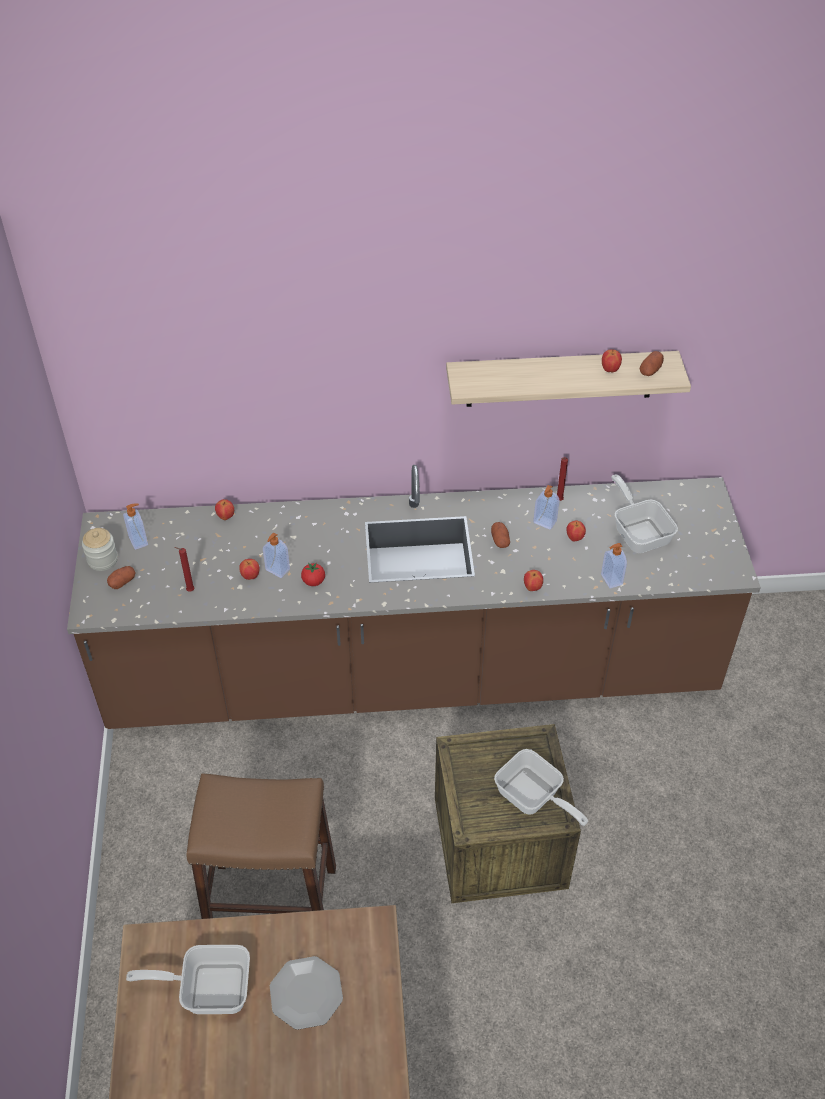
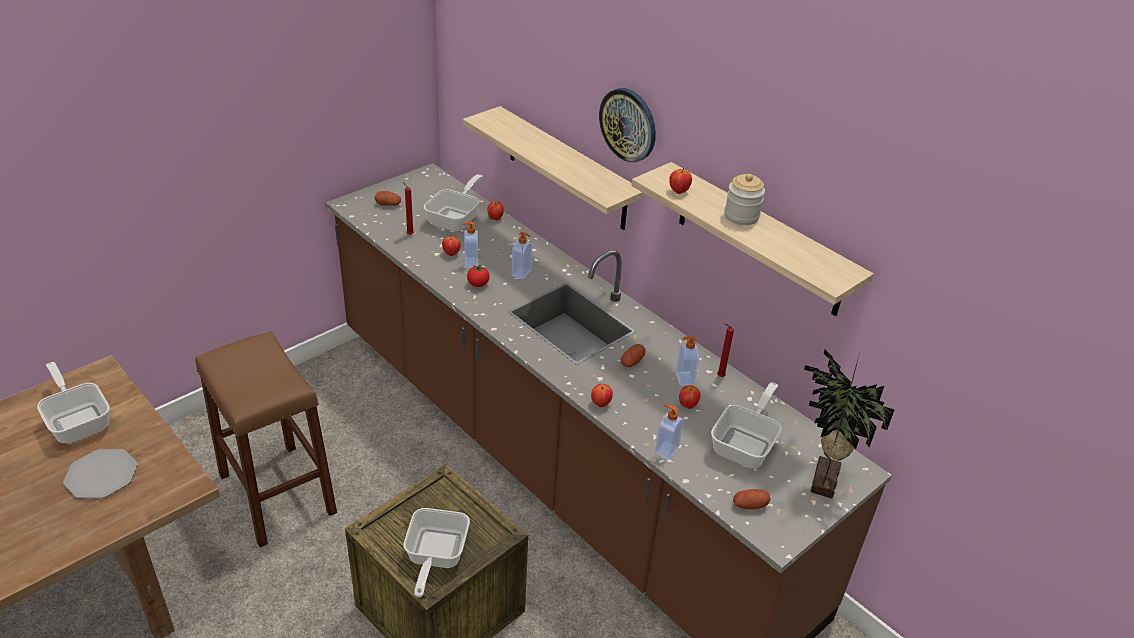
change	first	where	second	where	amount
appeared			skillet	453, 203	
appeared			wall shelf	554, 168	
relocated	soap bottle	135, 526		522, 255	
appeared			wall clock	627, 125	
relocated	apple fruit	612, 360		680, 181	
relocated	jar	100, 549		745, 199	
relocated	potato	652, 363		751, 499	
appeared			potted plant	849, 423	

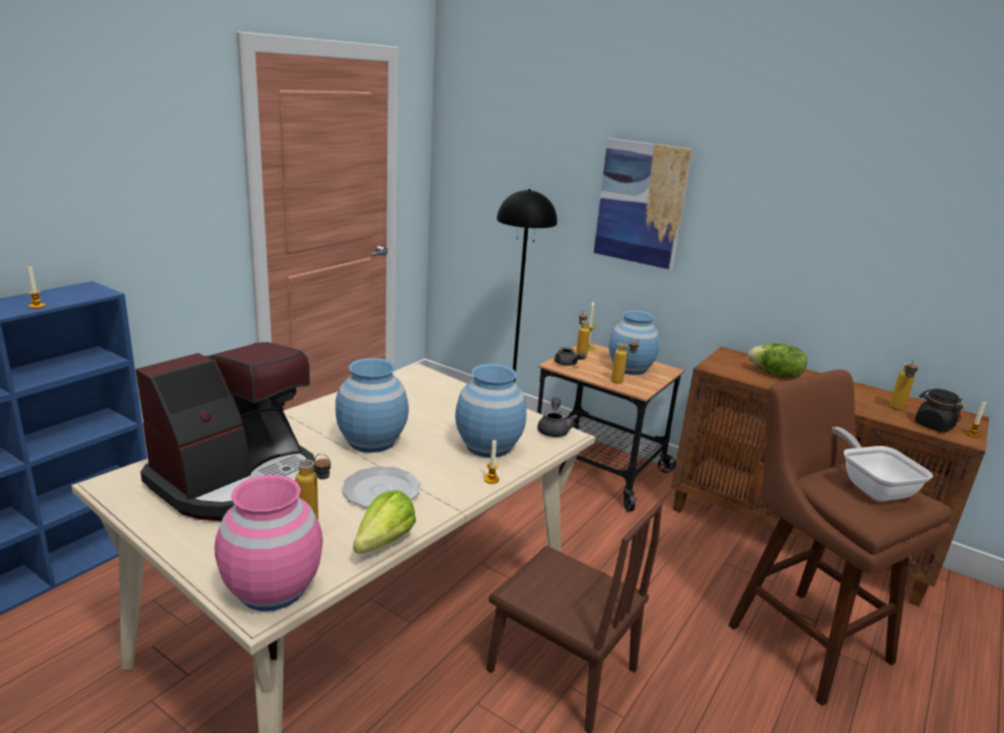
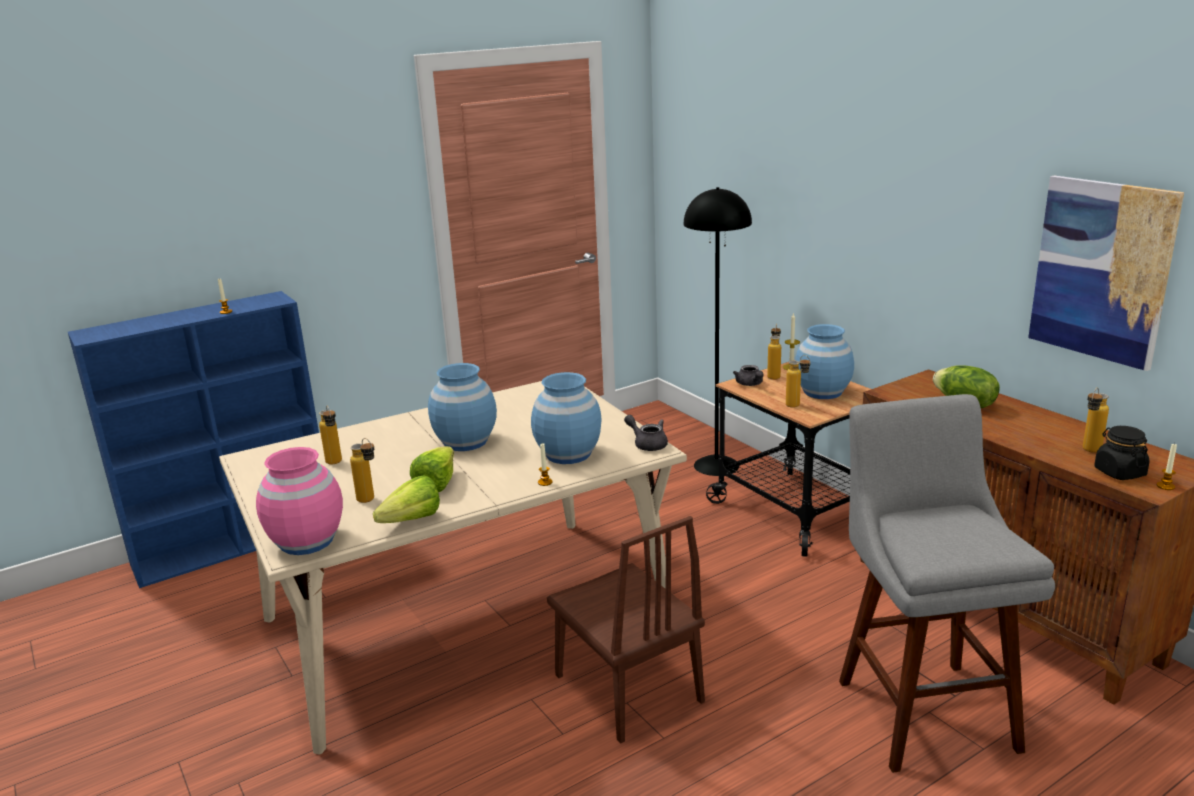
change	first	where	second	where	amount
exchanged	coffee maker	226, 431	drink bottle	330, 435	
exchanged	plate	381, 487	lettuce	432, 469	
spun	grey teapot	558, 417		646, 433	75 degrees counterclockwise
colour	brown-coloured stool seat	840, 537	grey stool seat	947, 583	
relocated	picture	643, 204		1106, 273	
missing	skillet	882, 464			

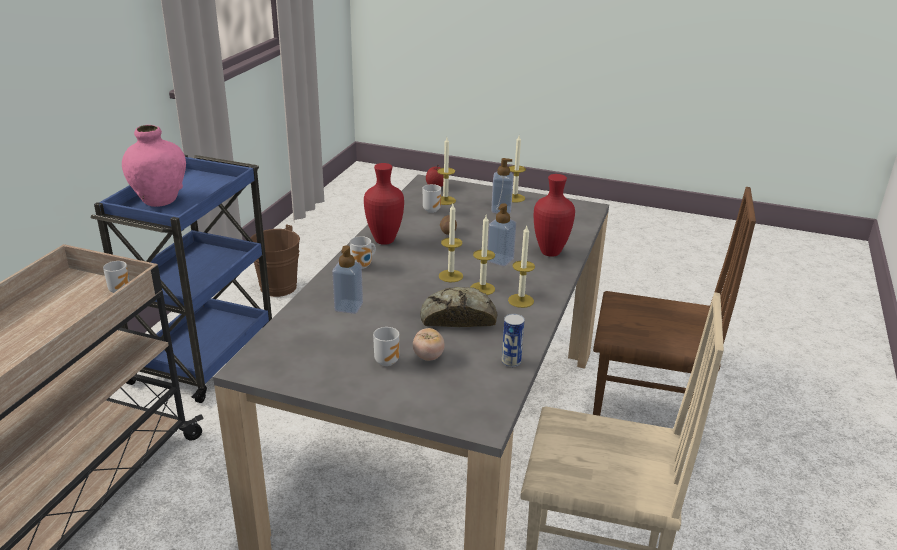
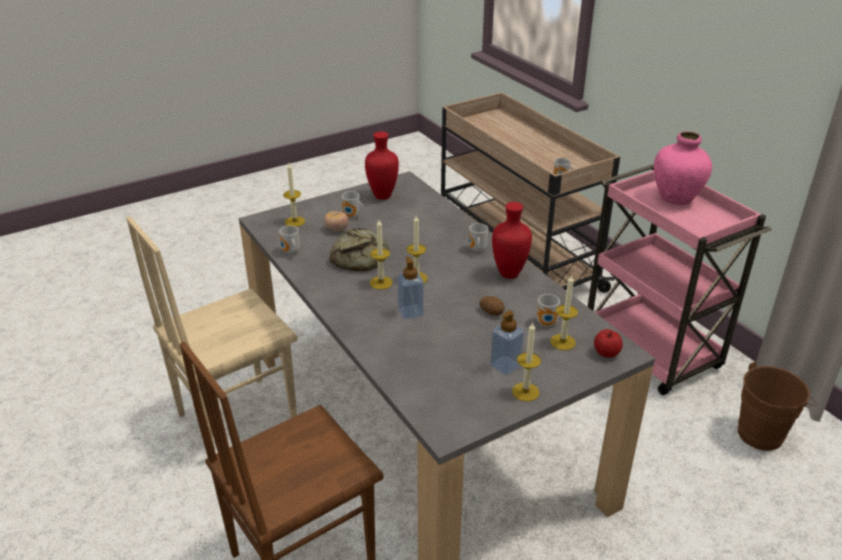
change	first	where	second	where	amount
exchanged	sealed can	513, 340	coffee mug	289, 240	
relocated	wax light	521, 267		294, 195	
relocated	reddish vase	554, 215		382, 166	
colour	blue-coloured trolley	181, 279	pinkish trolley	680, 279	
missing	soap bottle	347, 279			

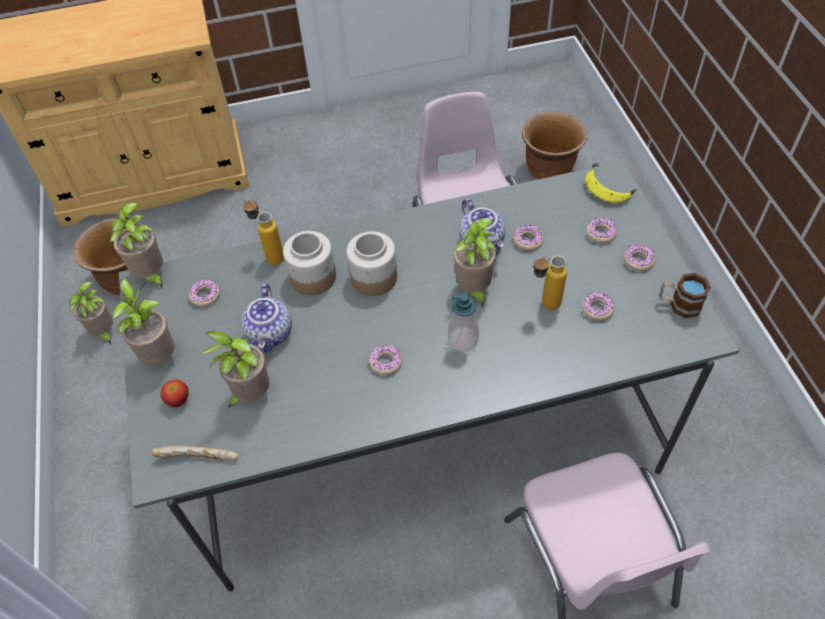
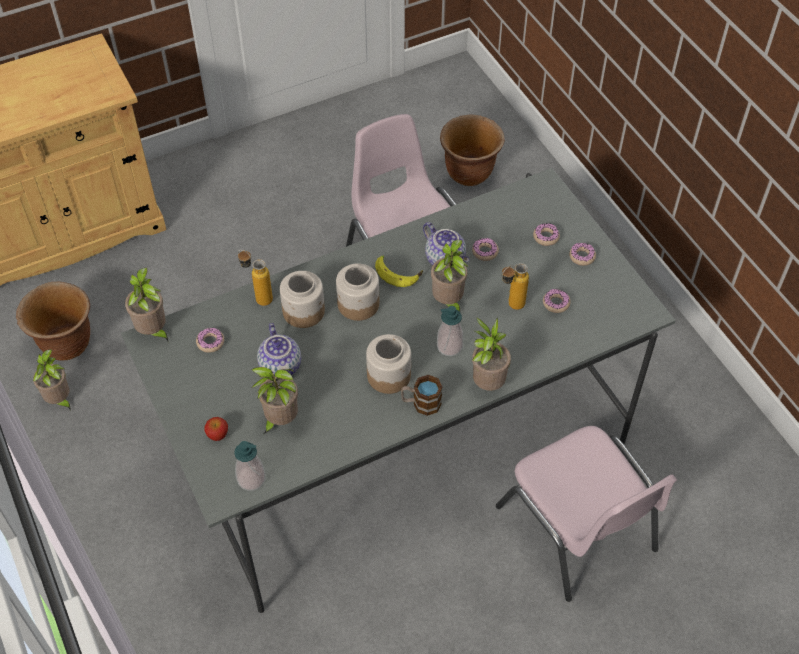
change	first	where	second	where	amount
exchanged	baked bread	195, 453	soap bottle	249, 466	
exchanged	ring doughnut	385, 360	jar	388, 364	
relocated	whole banana	610, 186		399, 271	
relocated	coffee mug	685, 295		421, 395	
relocated	potted plant	143, 321		491, 354	

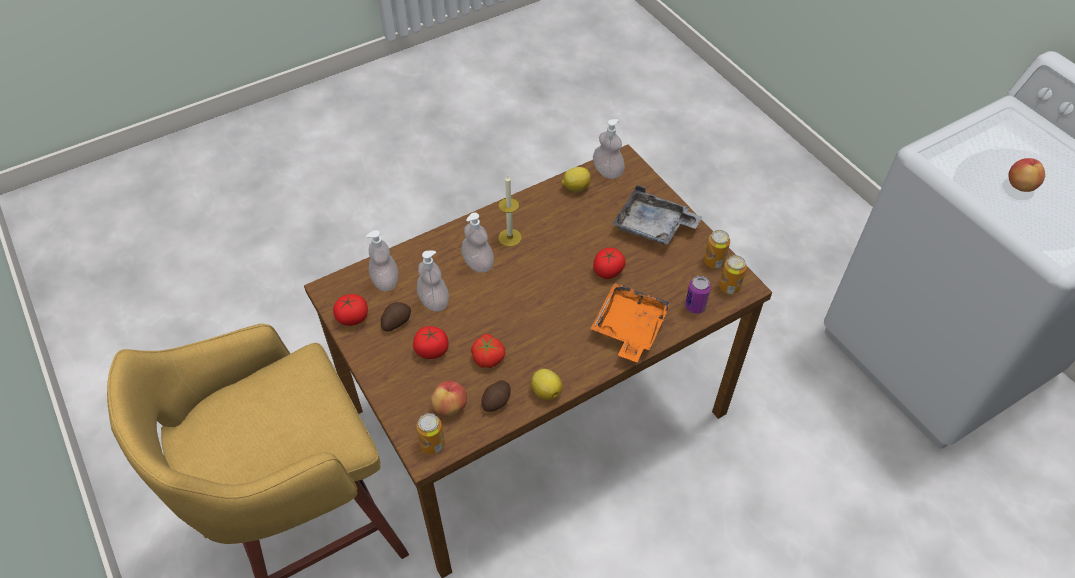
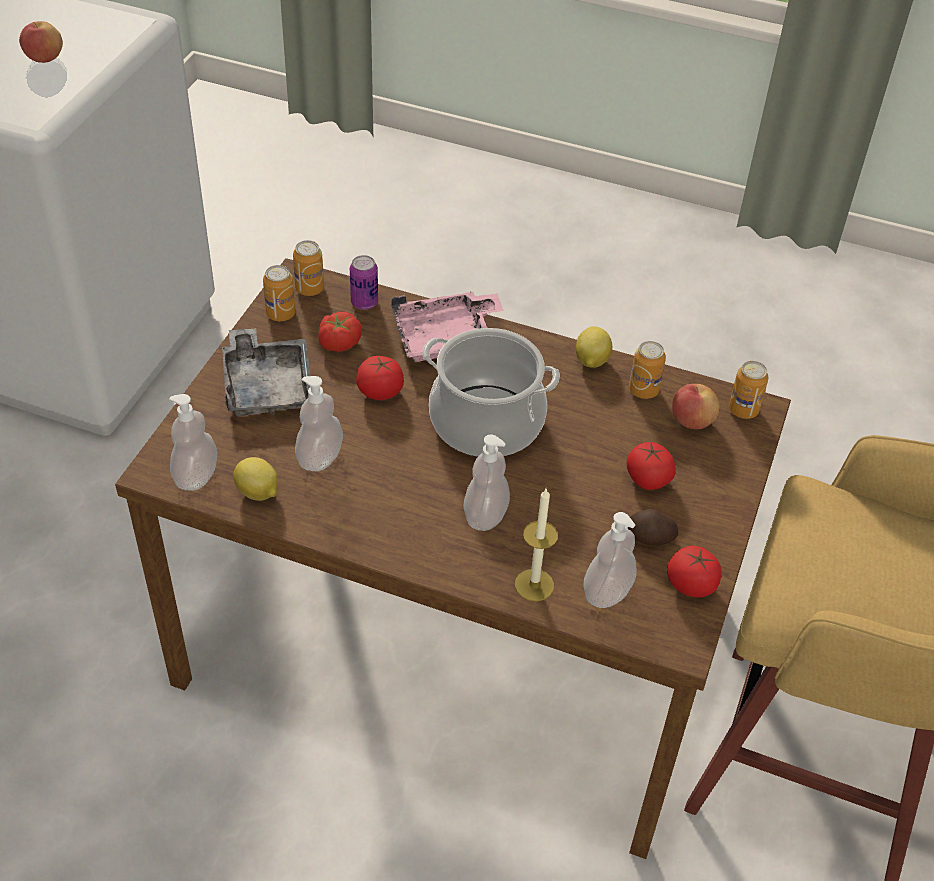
change	first	where	second	where	amount
relocated	soap bottle	433, 281		319, 423	
relocated	fresh tomato	488, 351		340, 332	
colour	orange-coloured serving tray	631, 322	pinkish serving tray	447, 327	
appeared			cooking pot	491, 392	
relocated	wax light	510, 211		536, 545	
exchanged	potato	496, 396	sealed can	647, 370	

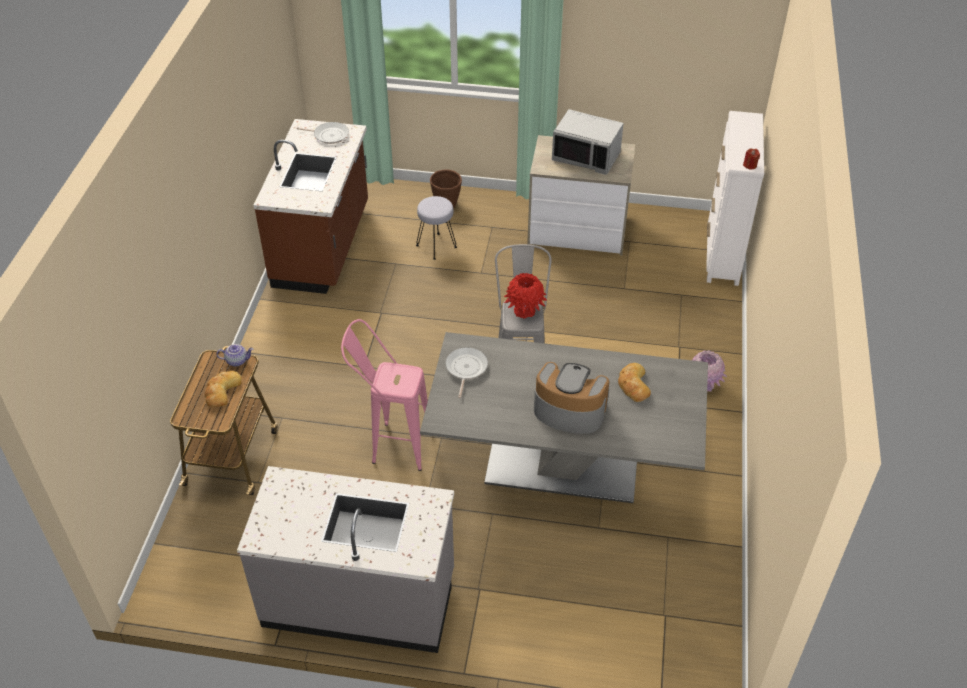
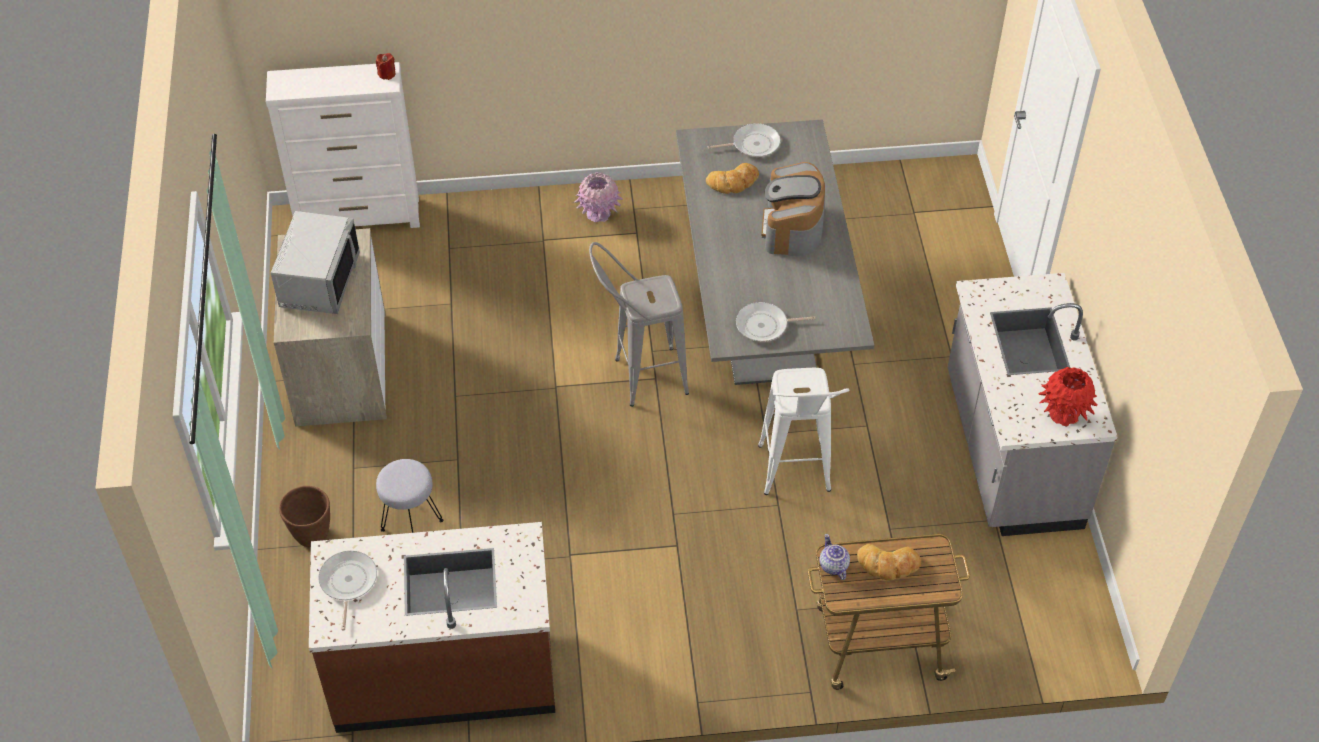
change	first	where	second	where	amount
appeared			skillet	744, 140	
colour	pinkish stool seat	384, 395	white stool seat	804, 431	
relocated	reddish vase	525, 296		1067, 396	

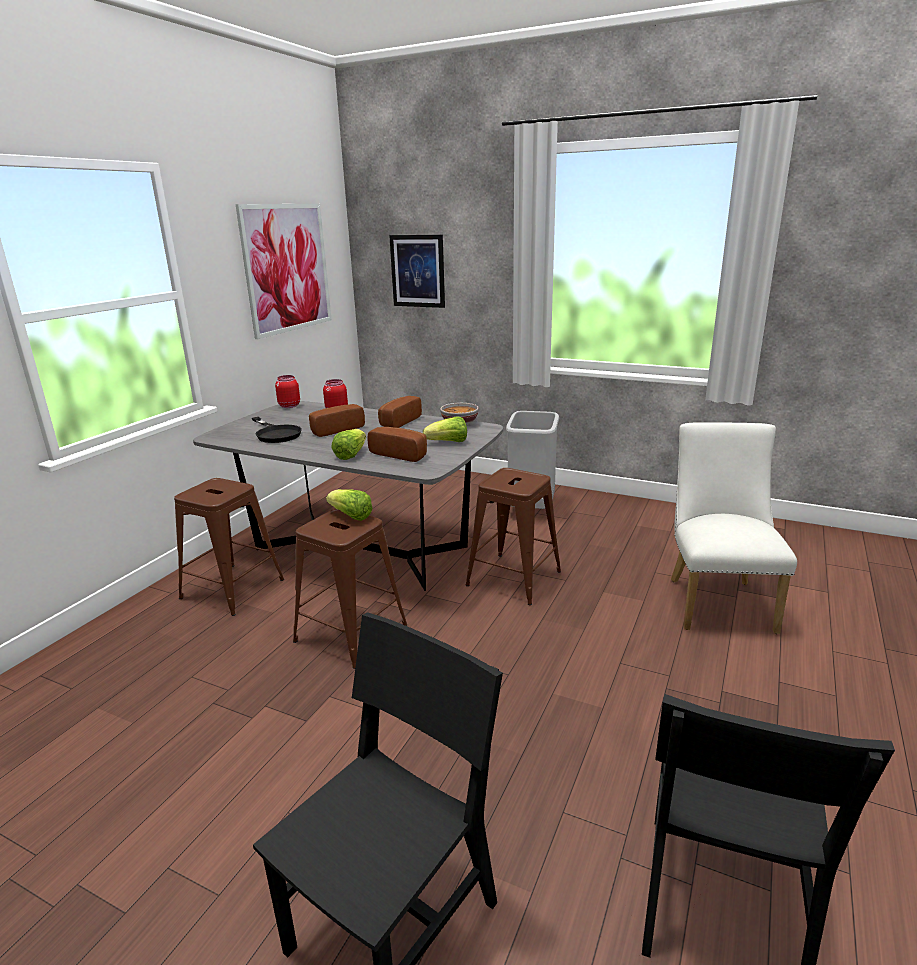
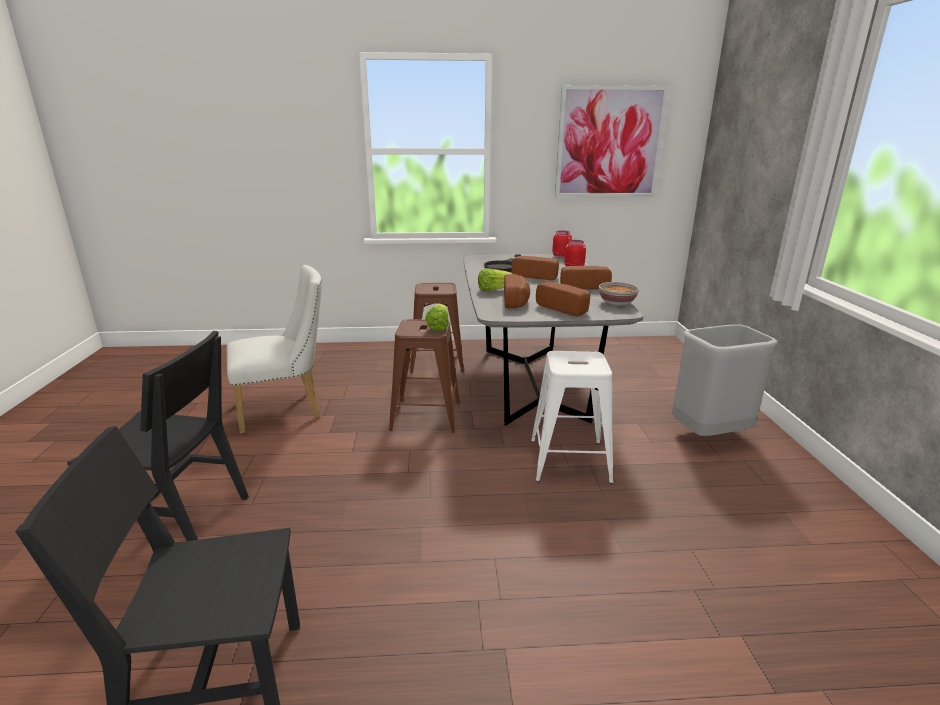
change	first	where	second	where	amount
relocated	white upright chair	734, 528		274, 349	
colour	brown-coloured stool seat	513, 536	white stool seat	572, 417	
exchanged	lettuce	445, 429	baked bread	563, 299	
missing	picture	417, 271			

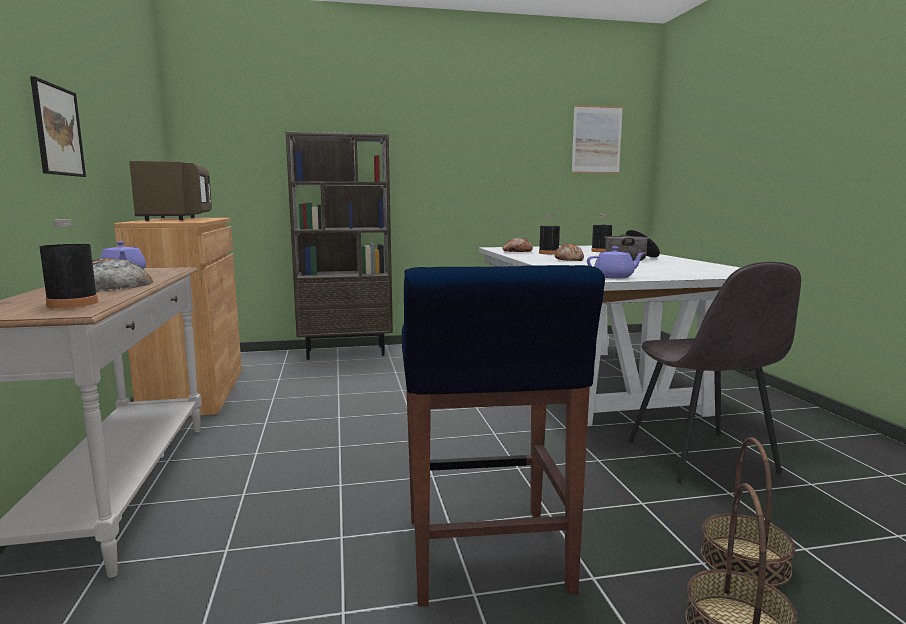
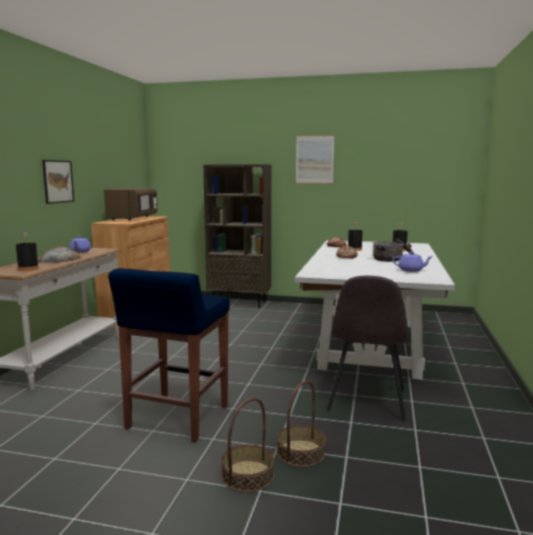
change	first	where	second	where	amount
relocated	picture	597, 139		315, 159	
relocated	purple teapot	616, 263		412, 261	

